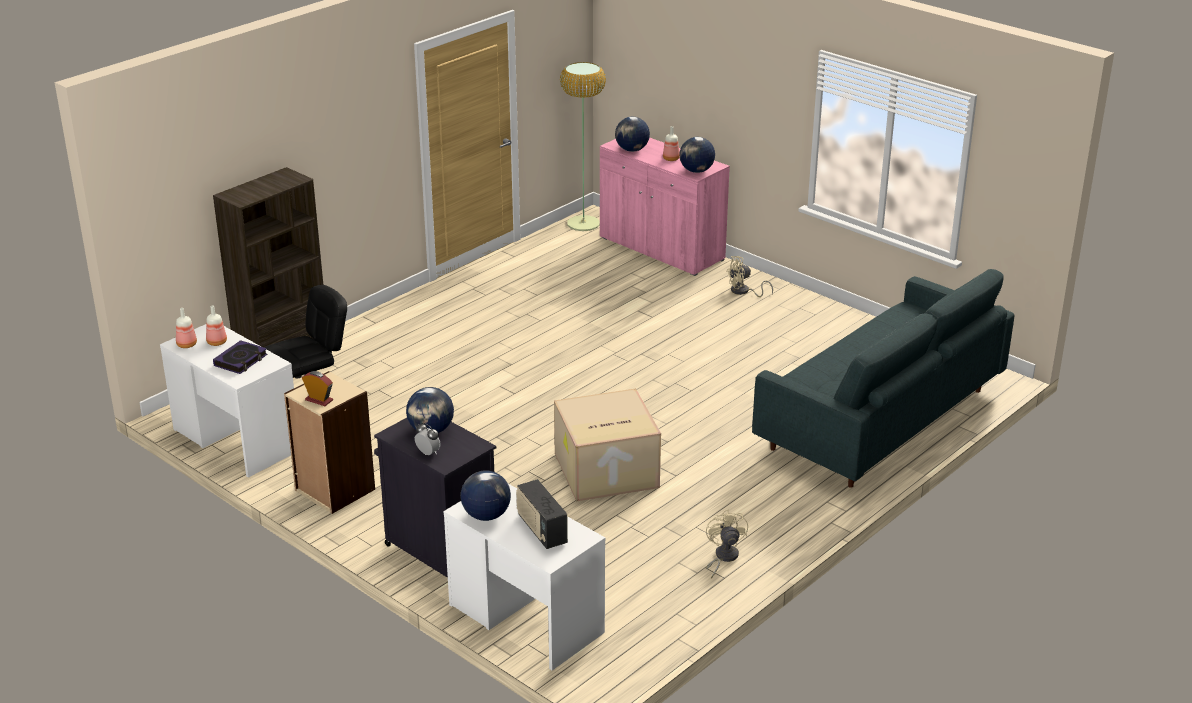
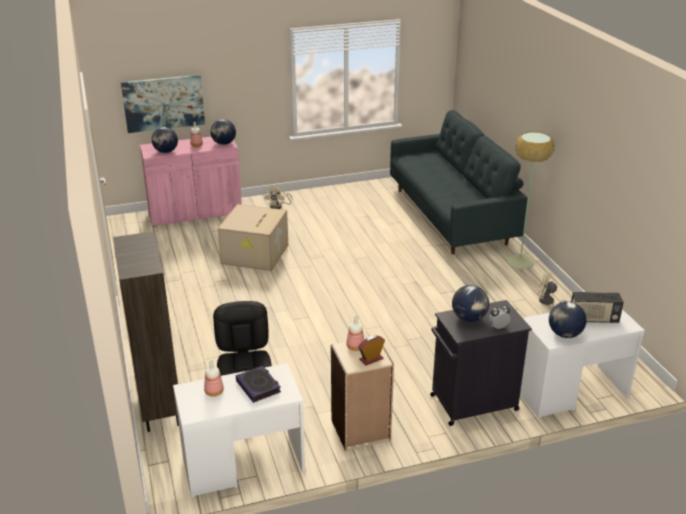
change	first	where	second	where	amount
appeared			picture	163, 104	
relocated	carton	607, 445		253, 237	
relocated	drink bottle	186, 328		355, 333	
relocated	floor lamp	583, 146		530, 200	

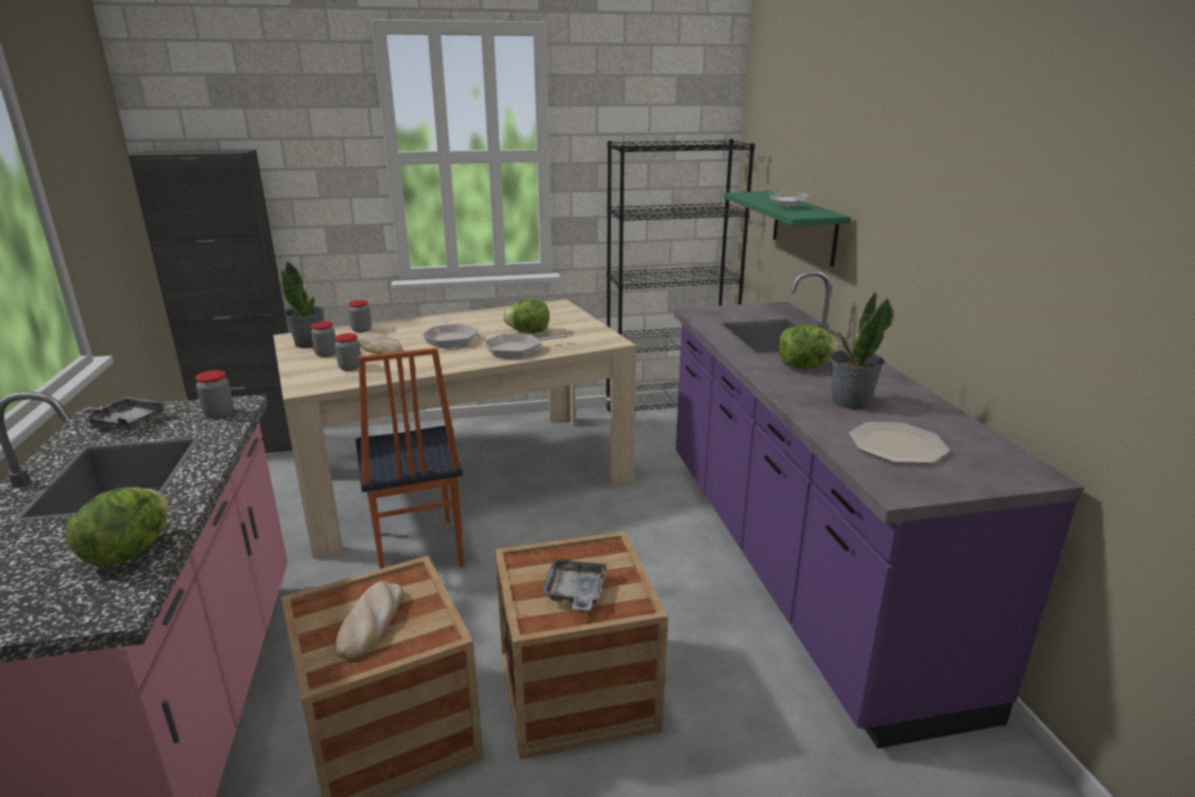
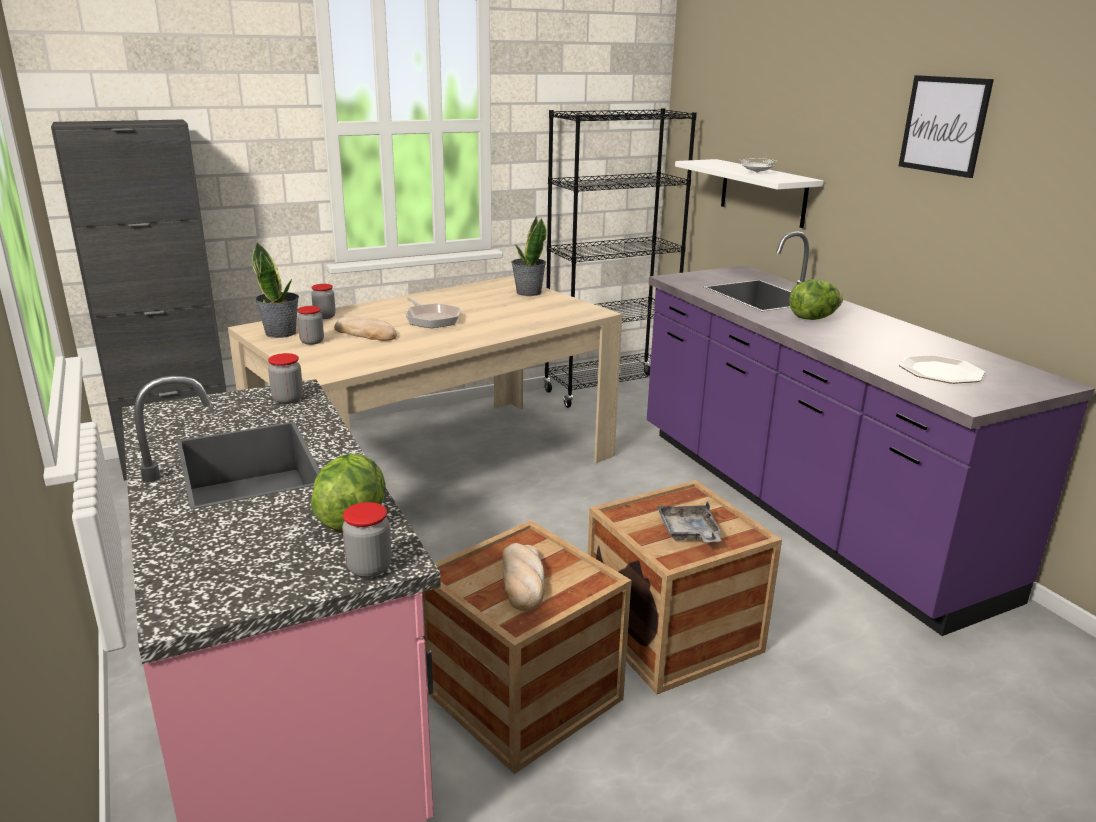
change	first	where	second	where	amount
relocated	jar	348, 352		367, 540	
relocated	potted plant	861, 350		529, 256	
colour	green-coloured wall shelf	787, 229	white wall shelf	749, 193	
appeared			picture	946, 126	
missing	grey serving tray	121, 413			
missing	upright chair	410, 458			
missing	skillet	526, 346			
missing	lettuce	526, 316			

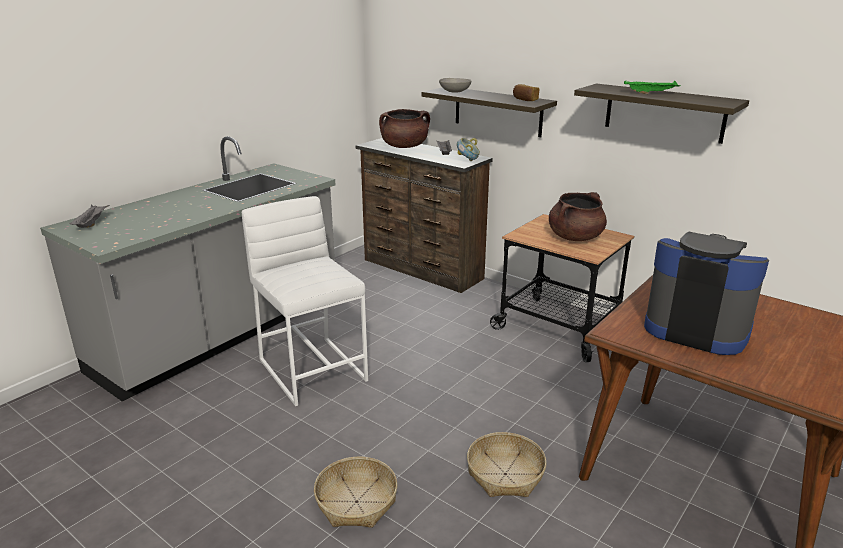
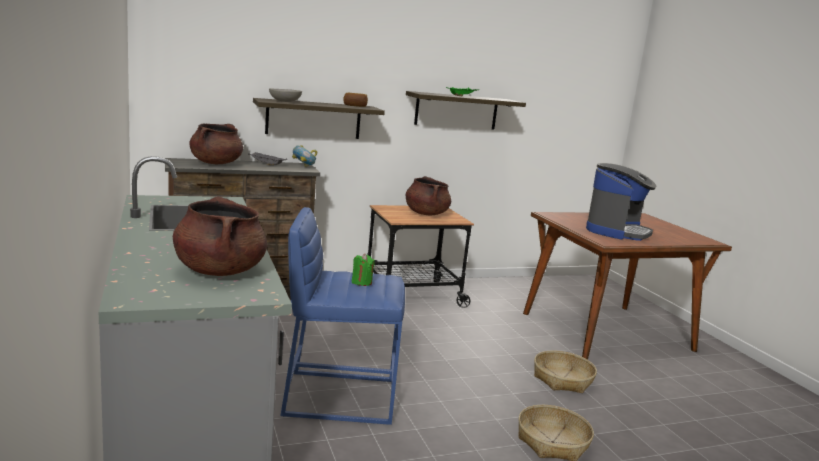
change	first	where	second	where	amount
appeared			brown-coloured cooking pot	219, 236	
colour	white stool seat	305, 301	blue-coloured stool seat	342, 316	
appeared			green-coloured wax light	363, 270	
spun	coffee maker	706, 293		621, 202	150 degrees clockwise
missing	grey serving tray	89, 216			

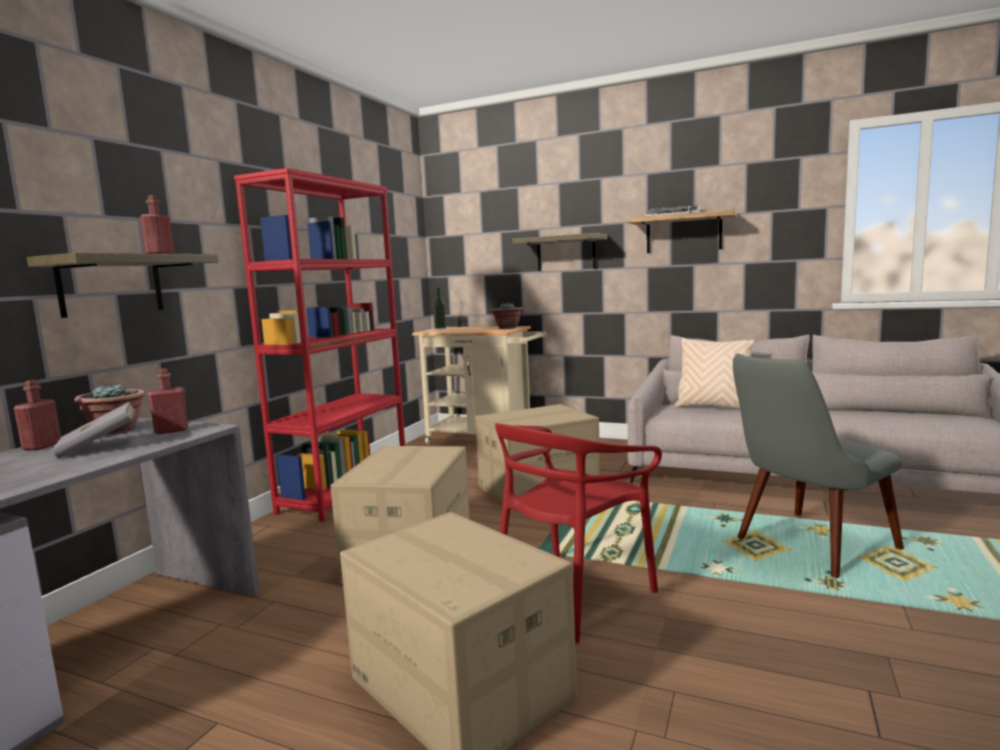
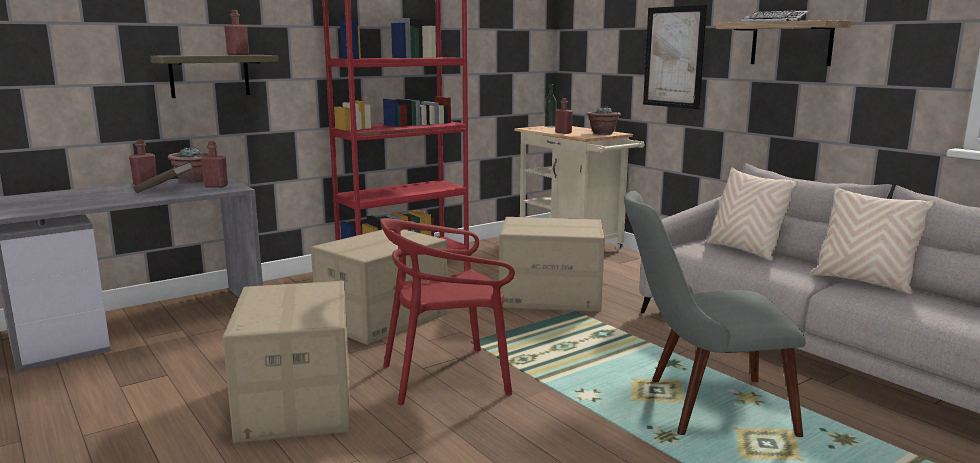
change	first	where	second	where	amount
colour	grey volume	94, 430	brown-coloured volume	163, 177	
appeared			reddish drink bottle	564, 116	
exchanged	wall shelf	559, 252	picture	675, 57	
appeared			beige cushion	873, 240	

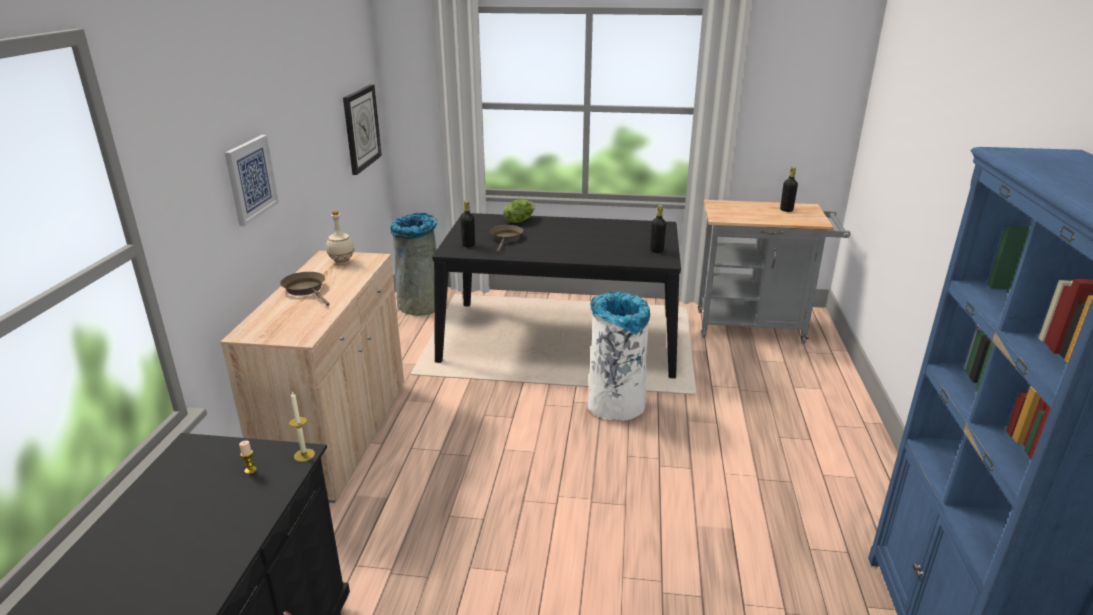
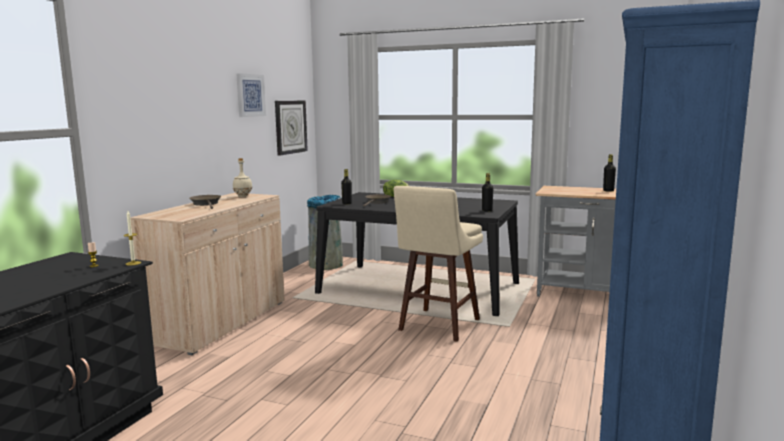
change	first	where	second	where	amount
relocated	picture	252, 180		251, 95	
exchanged	white rubbish bin	619, 356	beige stool seat	438, 264	

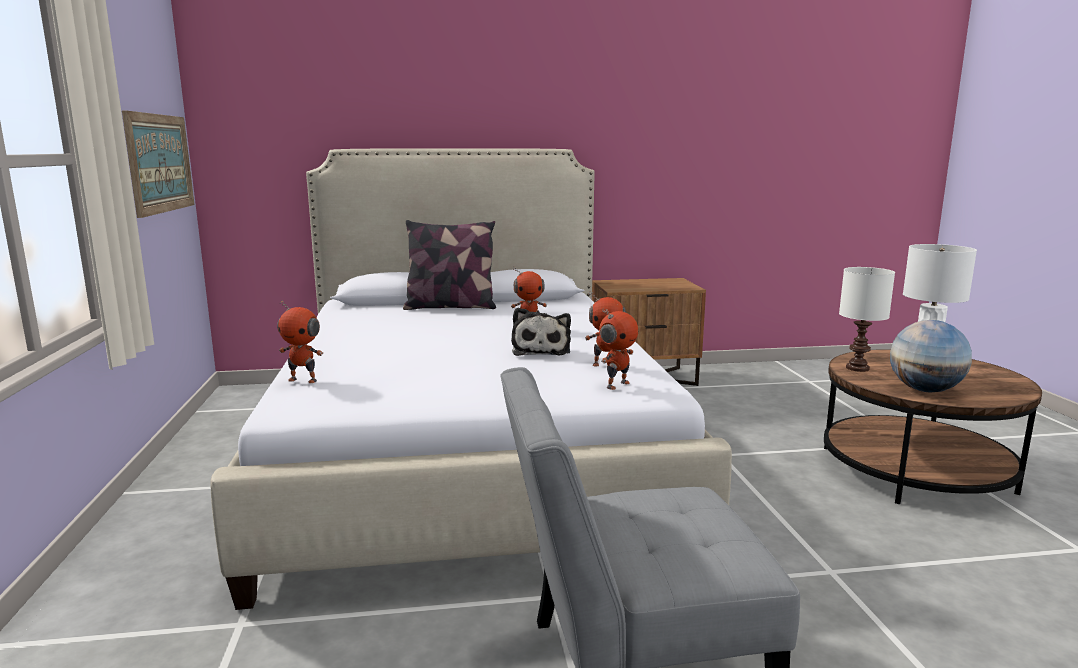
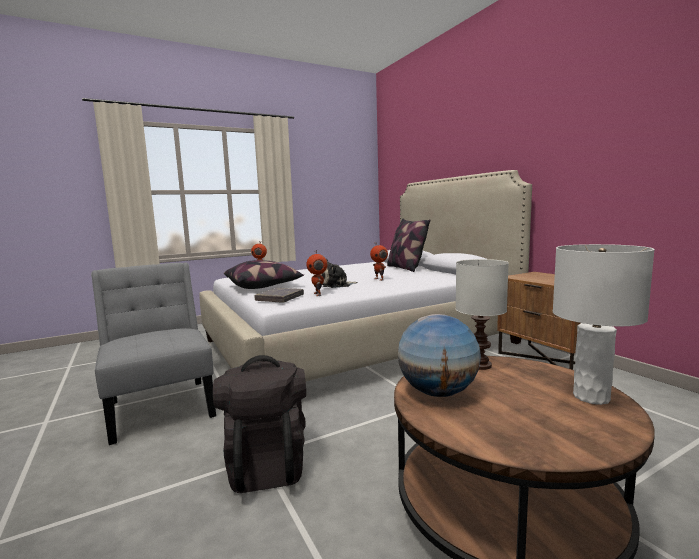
change	first	where	second	where	amount
appeared			black knapsack	259, 424	
appeared			cushion	264, 274	
exchanged	model robot	618, 349	grey volume	279, 295	
missing	picture	158, 164			

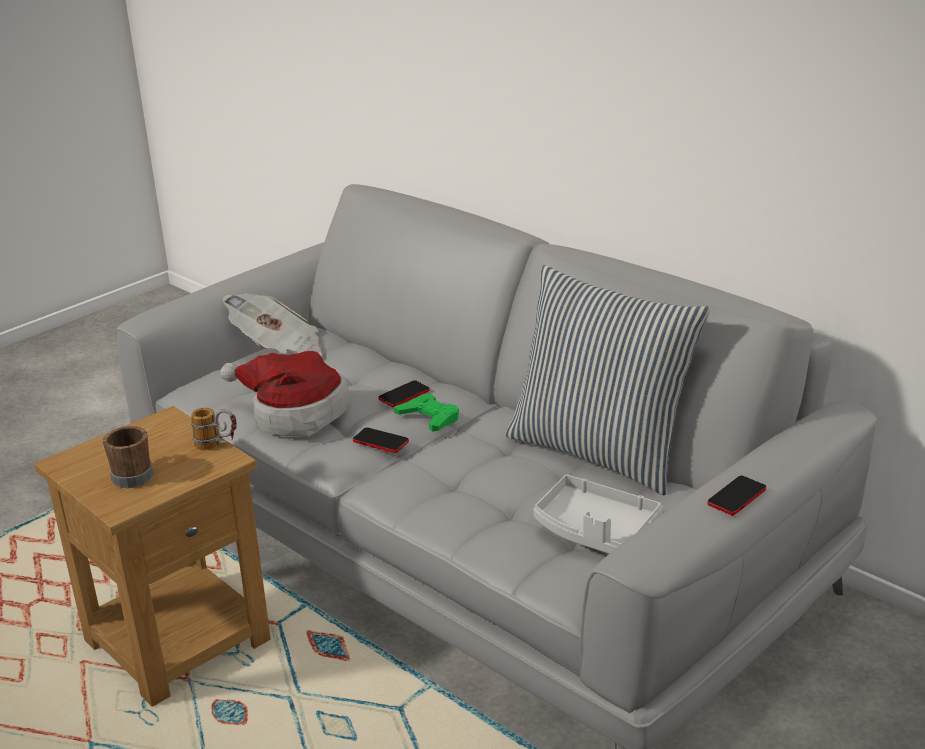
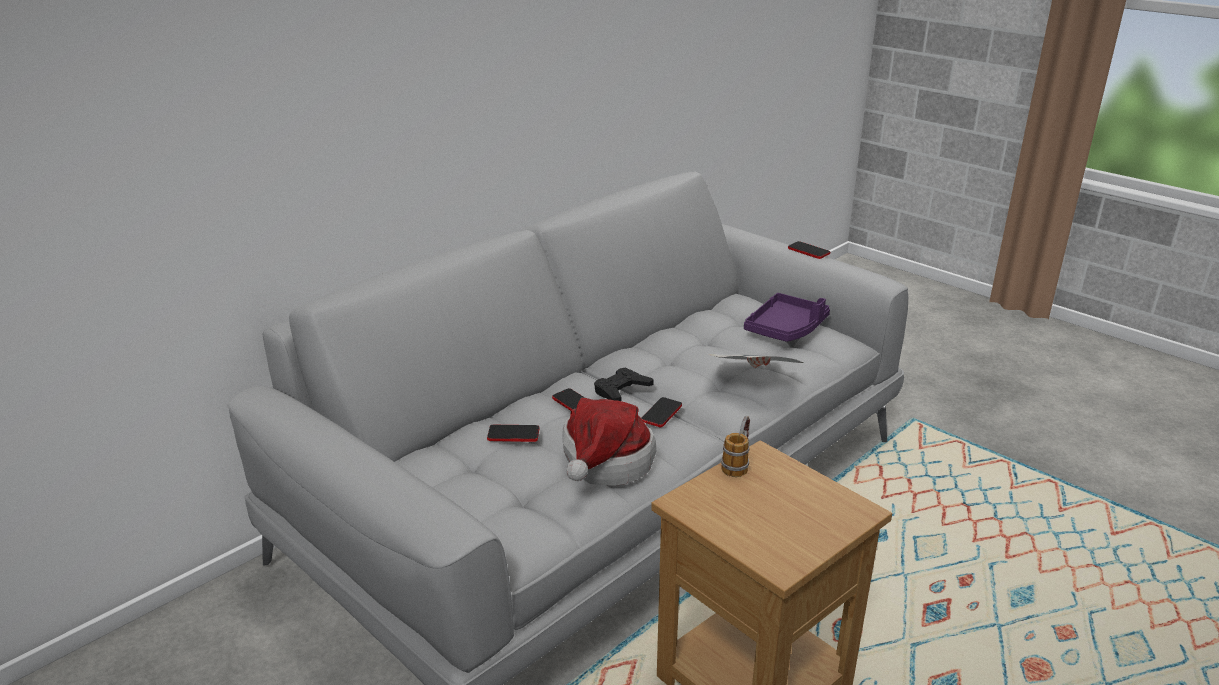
change	first	where	second	where	amount
appeared			handset	513, 433	
colour	green-coloured gamepad	426, 412	black gamepad	624, 384	
relocated	newspaper	272, 324		756, 361	
colour	grey serving tray	598, 514	purple serving tray	787, 317	
missing	brown-coloured coffee mug	128, 457			
missing	cushion	607, 380			

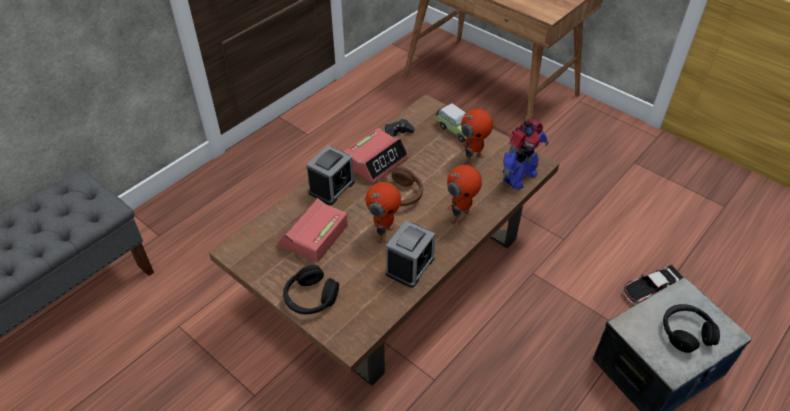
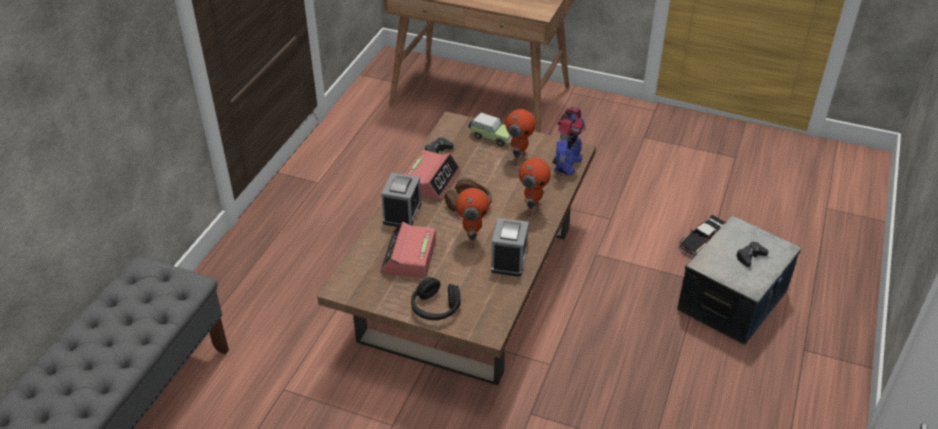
change	first	where	second	where	amount
exchanged	black headphones	691, 328	black gamepad	752, 254	

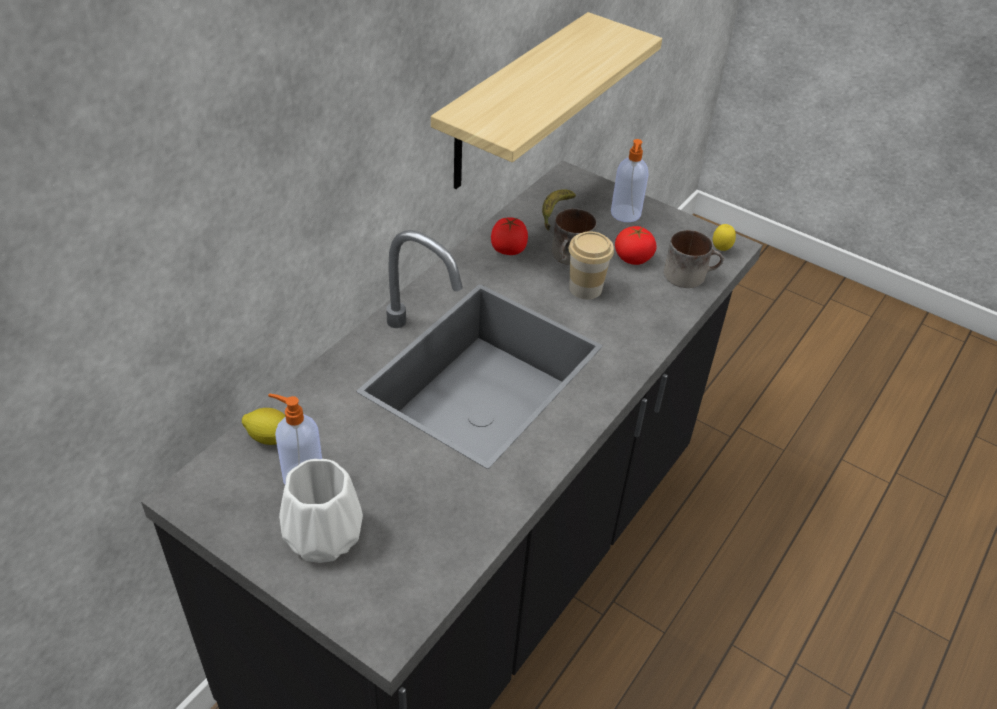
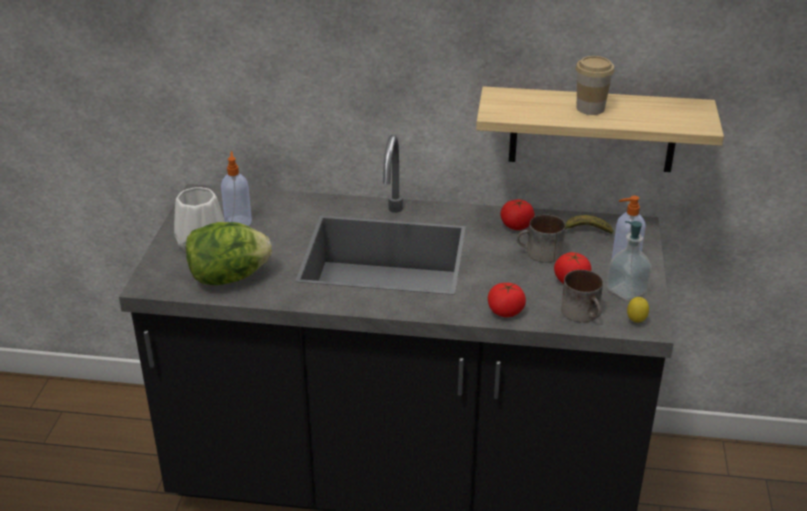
change	first	where	second	where	amount
appeared			lettuce	229, 253	
appeared			fresh tomato	507, 300	
relocated	cup	591, 265		595, 85	
appeared			soap bottle	629, 261	
missing	lemon	263, 426			

